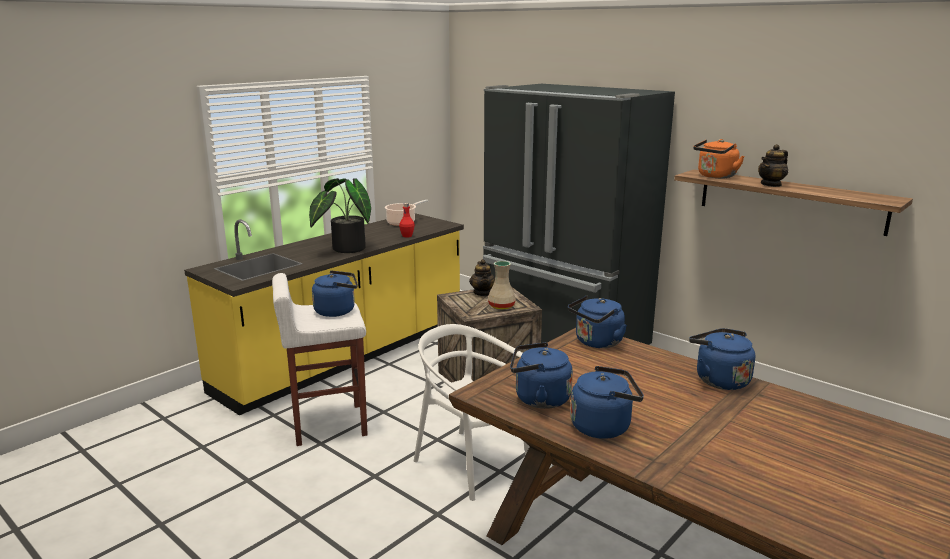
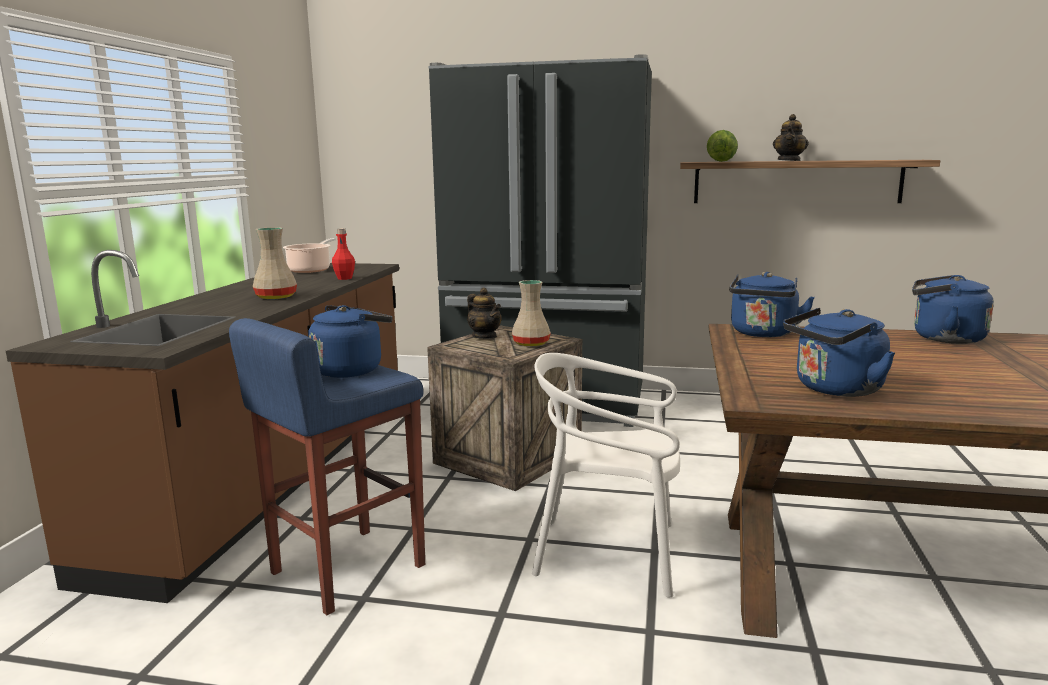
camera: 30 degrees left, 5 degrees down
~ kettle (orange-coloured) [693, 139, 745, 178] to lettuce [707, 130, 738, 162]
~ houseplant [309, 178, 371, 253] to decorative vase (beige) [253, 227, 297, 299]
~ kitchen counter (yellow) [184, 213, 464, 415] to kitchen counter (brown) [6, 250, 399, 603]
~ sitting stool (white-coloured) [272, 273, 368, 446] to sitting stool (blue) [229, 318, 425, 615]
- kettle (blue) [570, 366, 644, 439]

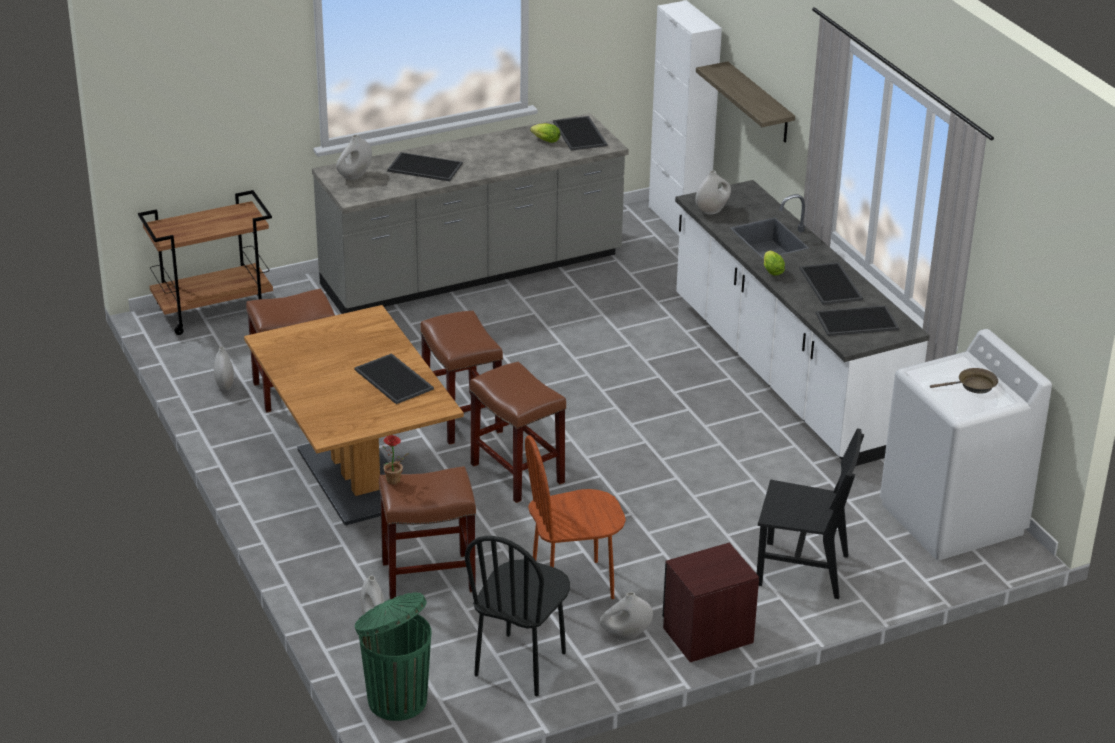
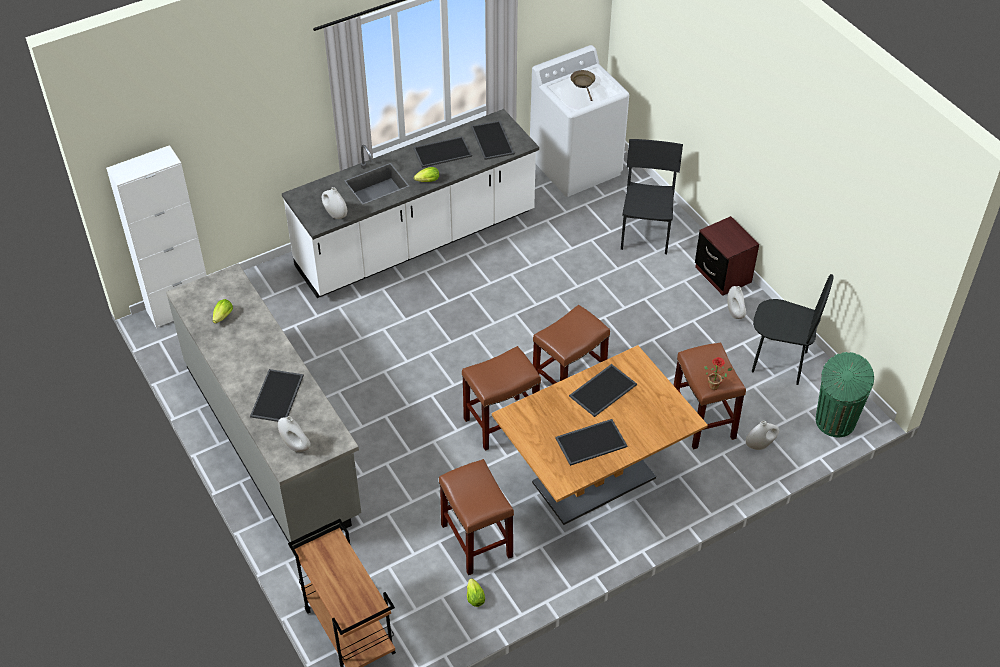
camera: 95 degrees left, 15 degrees up
- wall shelf [696, 61, 795, 143]
~ tray [553, 116, 607, 151] to [555, 419, 627, 466]
~ decorative vase (white-coloured) [214, 346, 234, 391] to lettuce [467, 578, 485, 607]
- plain chair (brown) [525, 435, 626, 599]

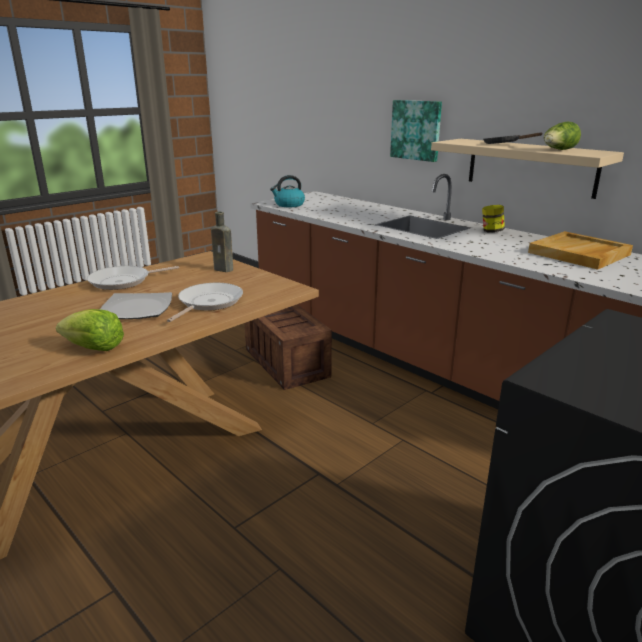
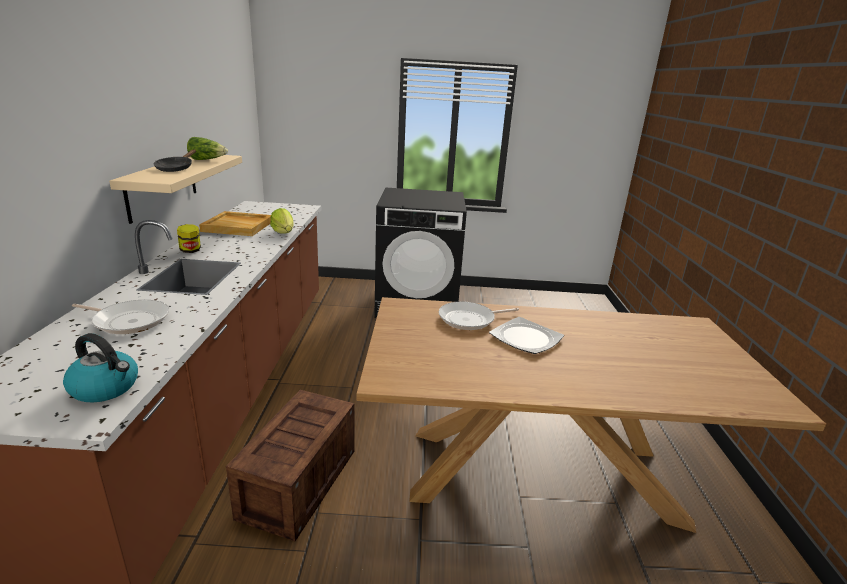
camera: 135 degrees left, 0 degrees up
- wall art [390, 100, 442, 162]
- bottle (brown) [211, 212, 233, 272]
~ frying pan [87, 266, 179, 290] to [72, 300, 169, 334]
~ lettuce [56, 309, 124, 351] to [270, 208, 294, 234]

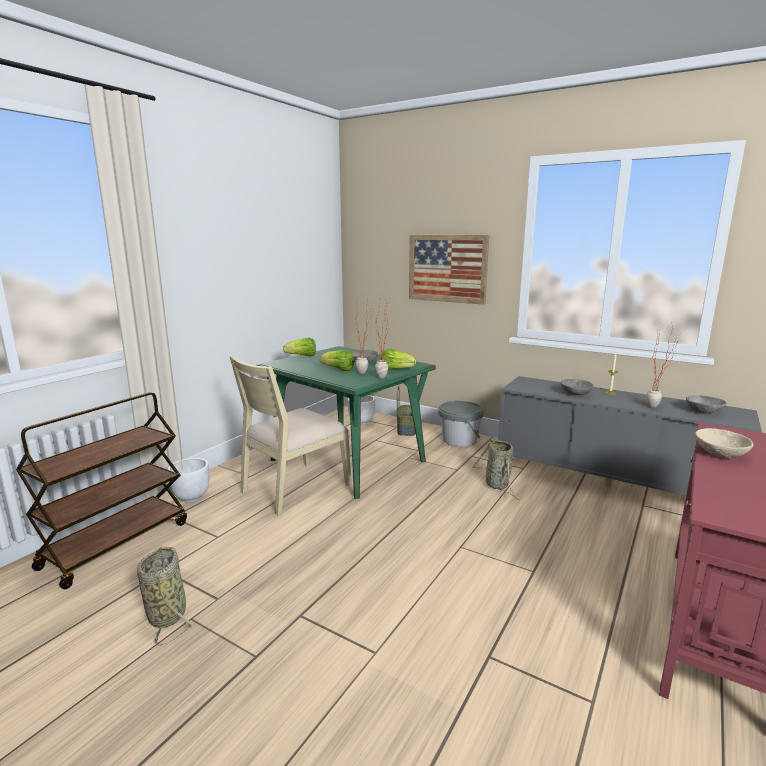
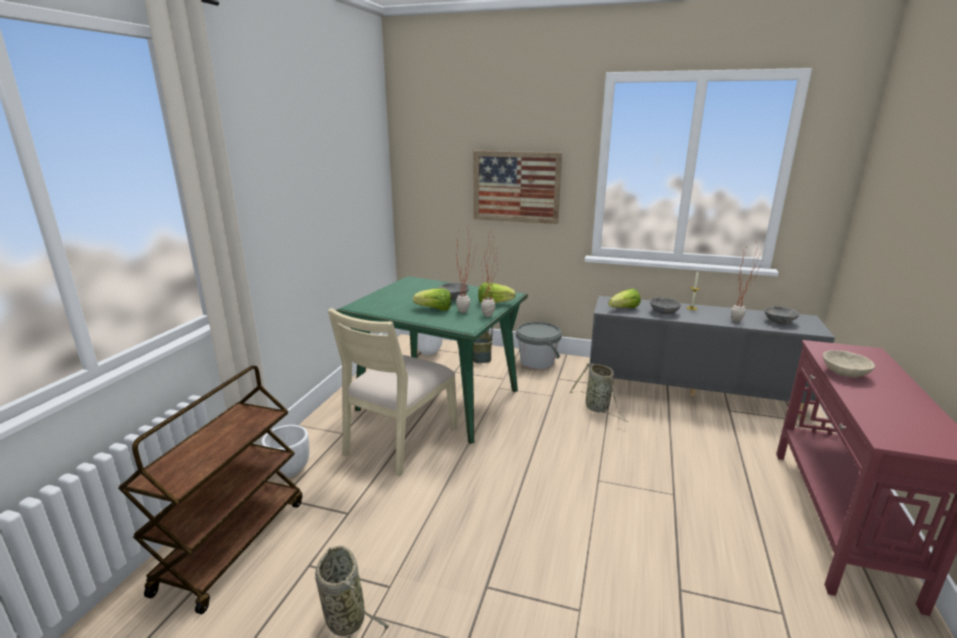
camera: 15 degrees left, 5 degrees up
~ lettuce [283, 338, 316, 356] to [608, 289, 641, 308]

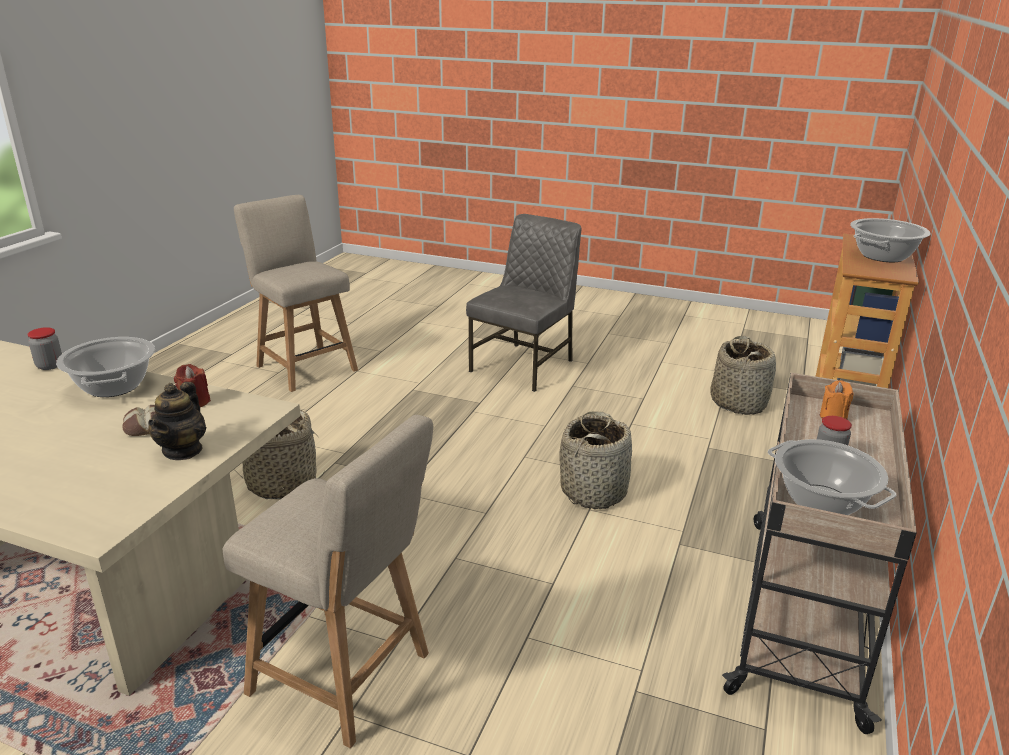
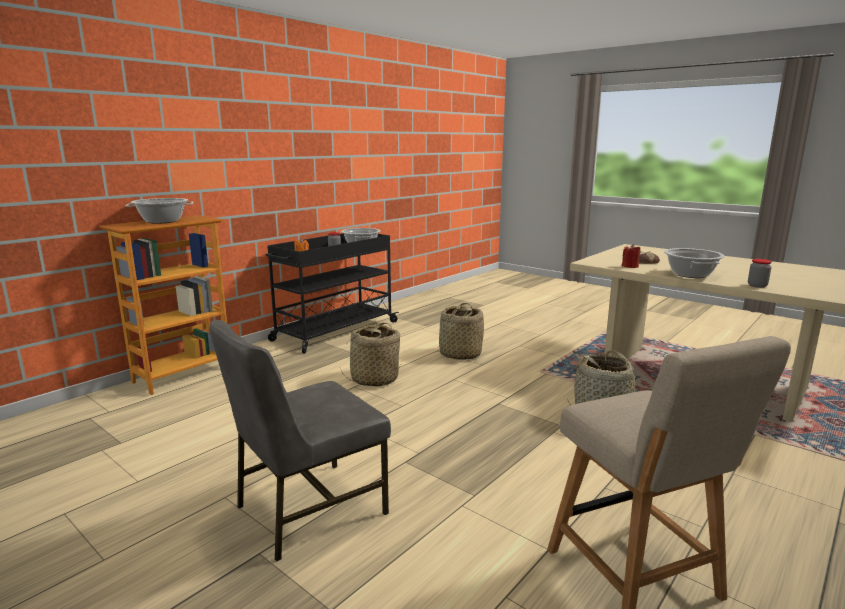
camera: 160 degrees left, 10 degrees down
~ storage basket [710, 336, 776, 415] to [439, 303, 484, 360]
~ trolley (beige) [722, 373, 917, 734] to trolley (black) [266, 233, 399, 353]
- teapot [148, 382, 206, 460]
- plain chair (beige) [223, 415, 433, 748]

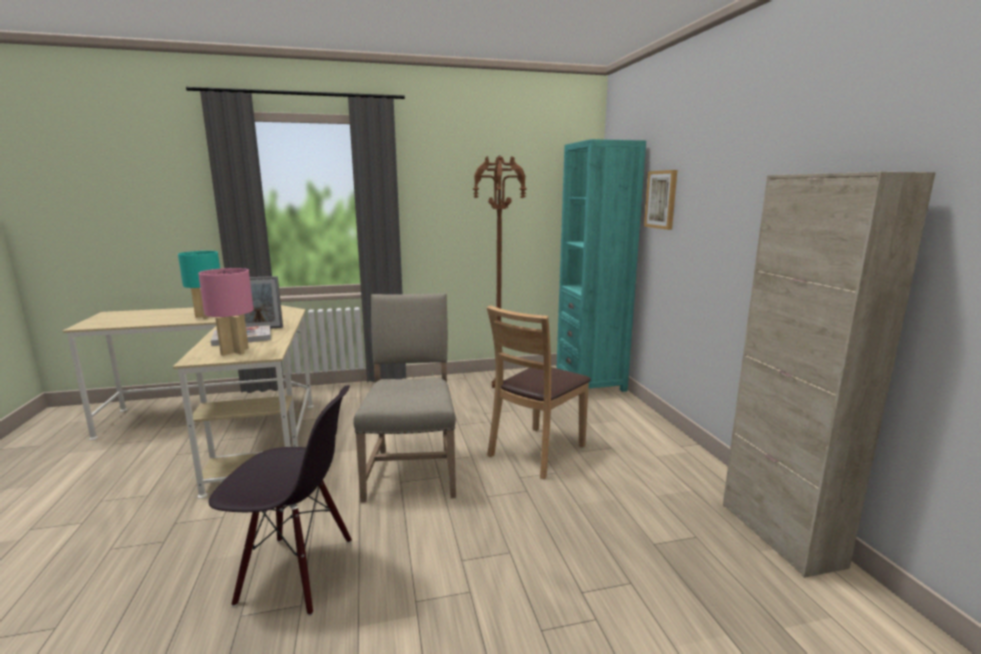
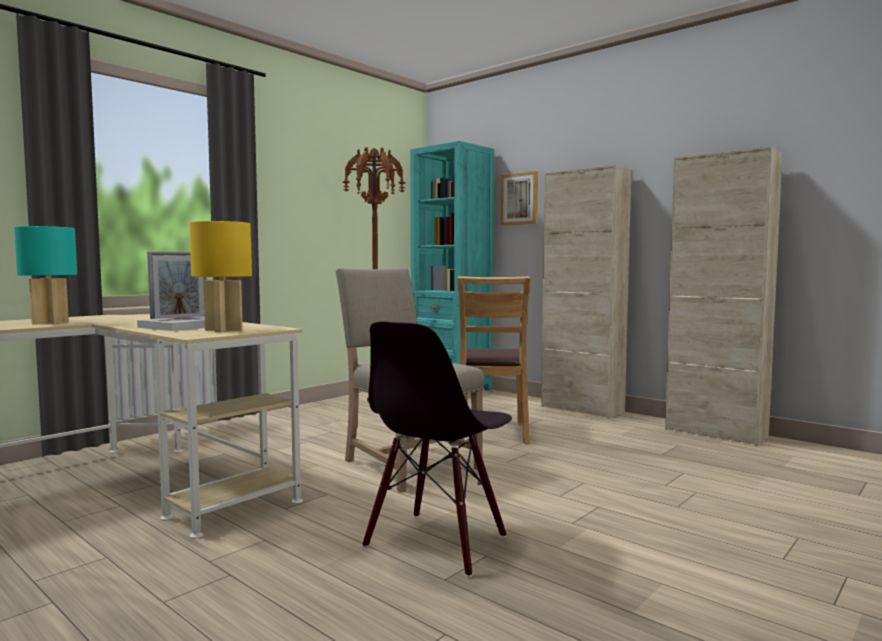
camera: 35 degrees left, 10 degrees down
~ tabletop lamp (pink-coloured) [198, 268, 254, 356] to tabletop lamp (yellow) [189, 221, 252, 332]
~ plain chair (black) [209, 385, 352, 616] = [362, 322, 512, 577] 150 degrees clockwise
+ cabinet (beige) [541, 165, 631, 419]

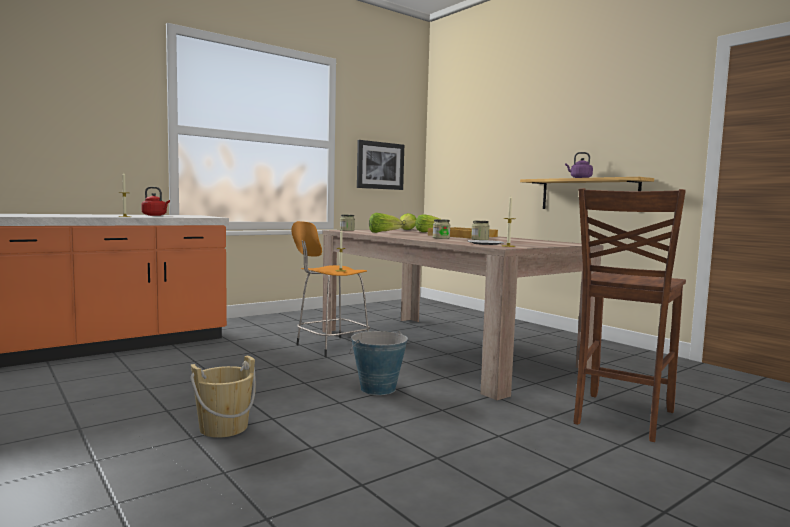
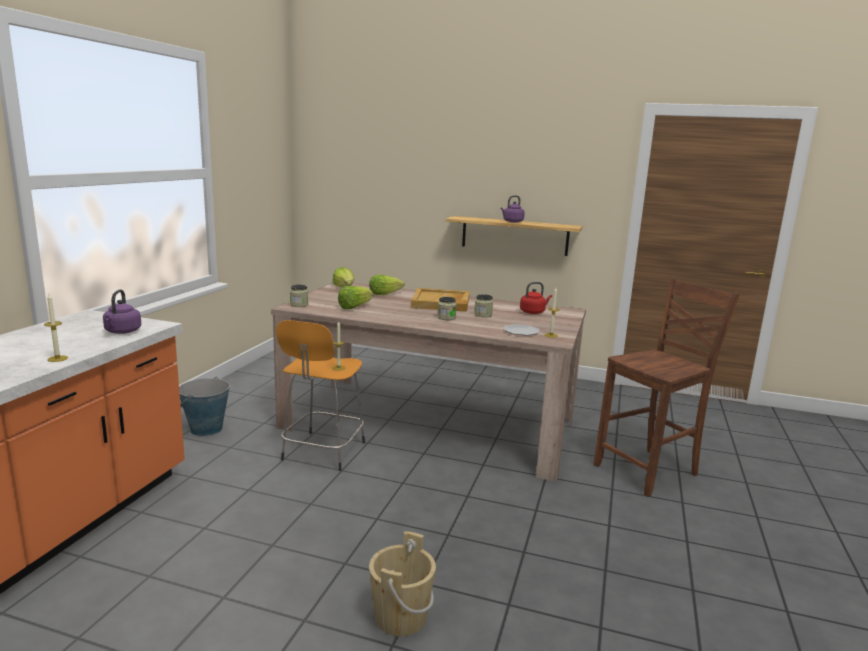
camera: 35 degrees left, 10 degrees up
- wall art [357, 140, 404, 190]
~ kettle (red) [141, 187, 170, 216] to [520, 282, 552, 314]
~ plain chair (brown) [574, 188, 686, 442] = [594, 278, 740, 497] 120 degrees counterclockwise
~ bucket [349, 331, 408, 395] to [179, 377, 230, 436]
+ kettle (purple-coloured) [103, 289, 141, 334]

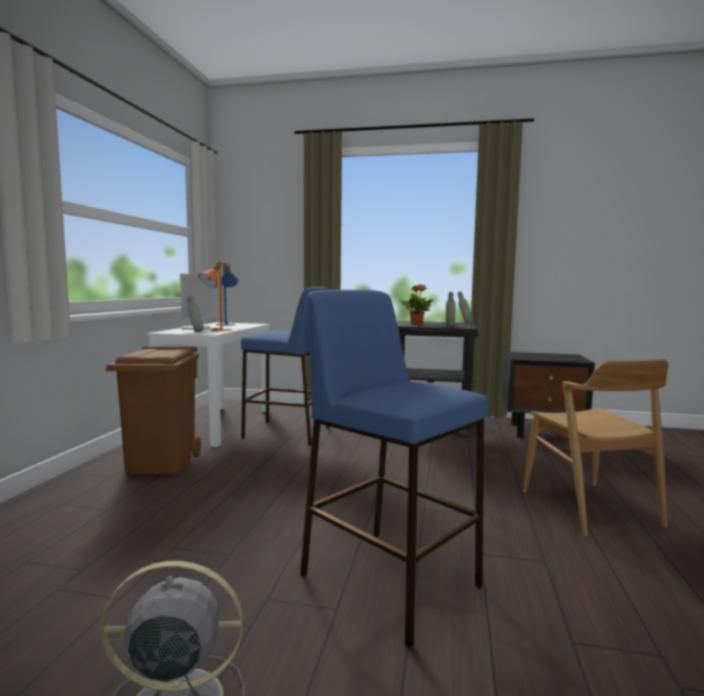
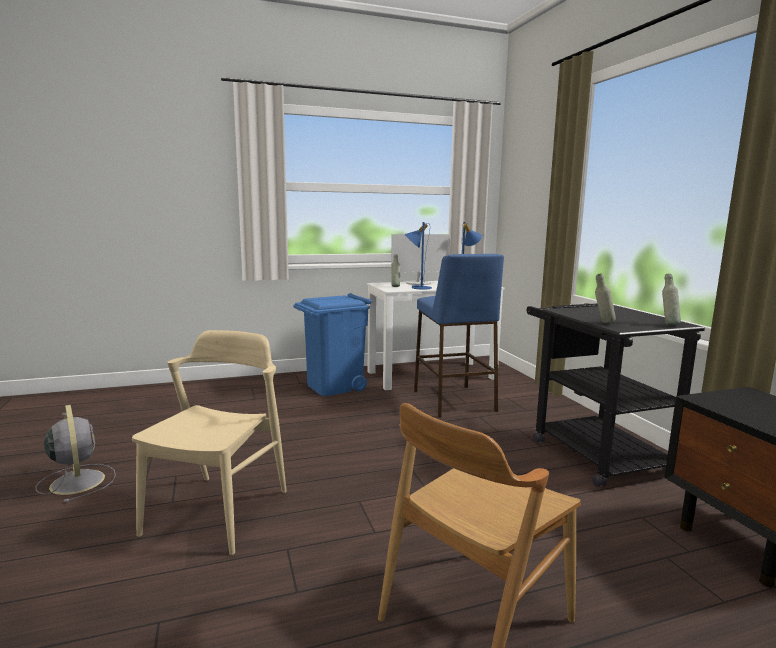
camera: 60 degrees right, 5 degrees up
~ tabletop lamp (orange-coloured) [198, 260, 232, 331] to tabletop lamp (blue) [404, 222, 432, 289]
- houseplant [400, 284, 433, 325]
~ sitting stool (blue) [300, 290, 488, 648] to plain chair (beige) [132, 330, 287, 555]
~ waste bin (brown) [106, 346, 201, 474] to waste bin (blue) [293, 293, 372, 396]

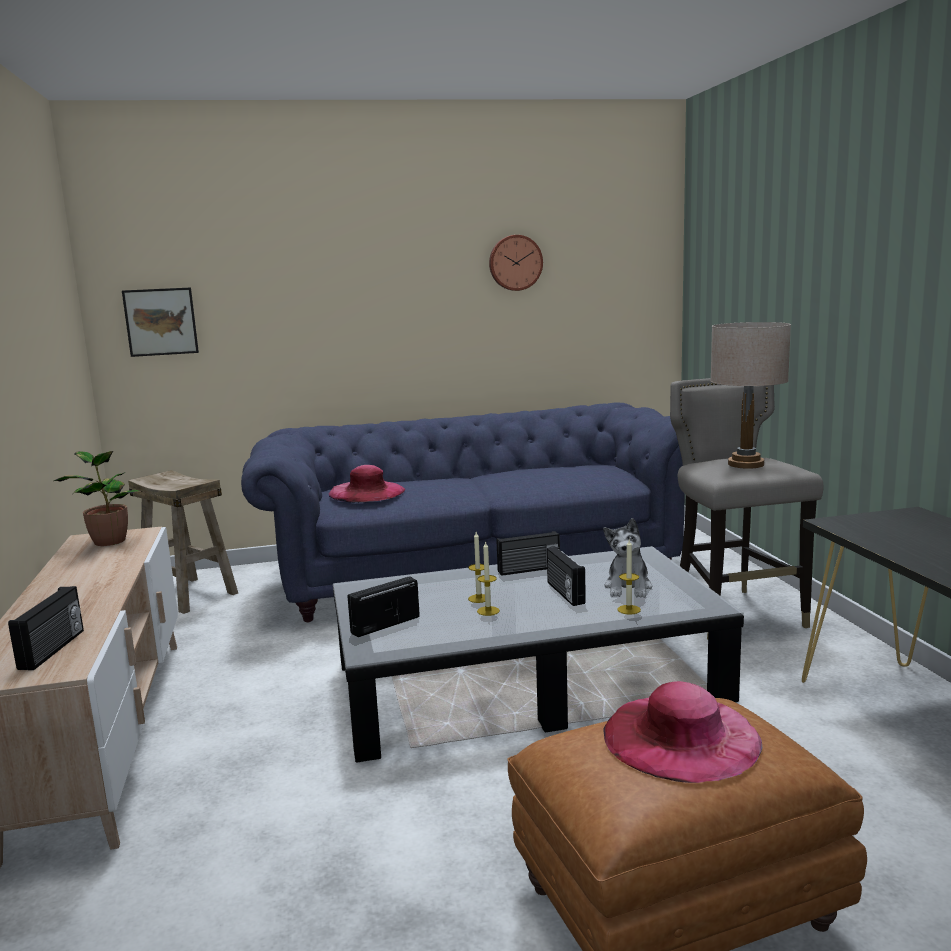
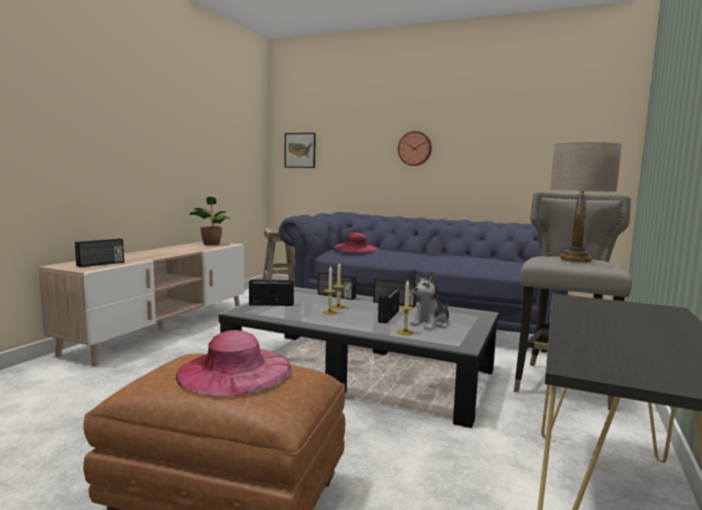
camera: 35 degrees right, 5 degrees down
~ clock on the wall [489, 235, 543, 291] to [398, 131, 432, 166]
+ radio receiver [318, 271, 357, 300]

